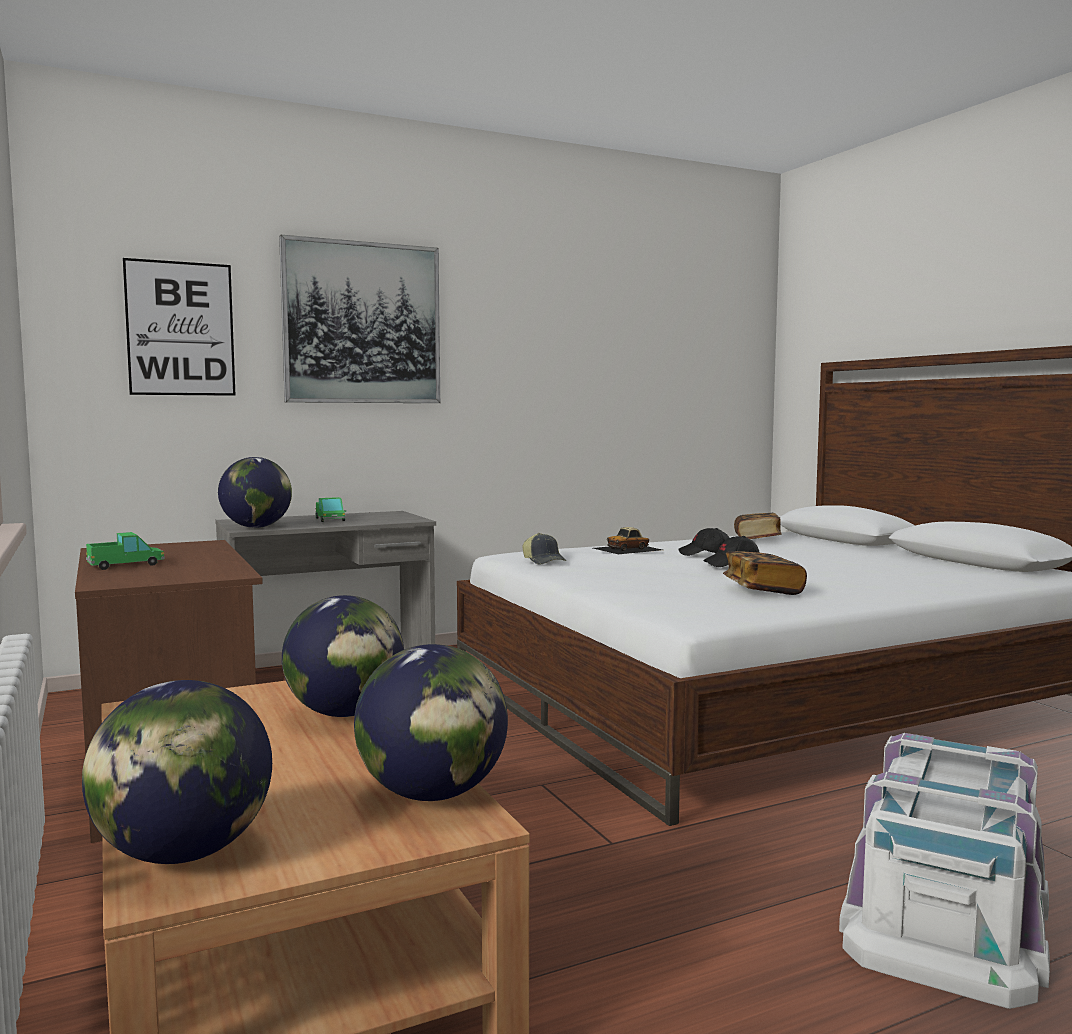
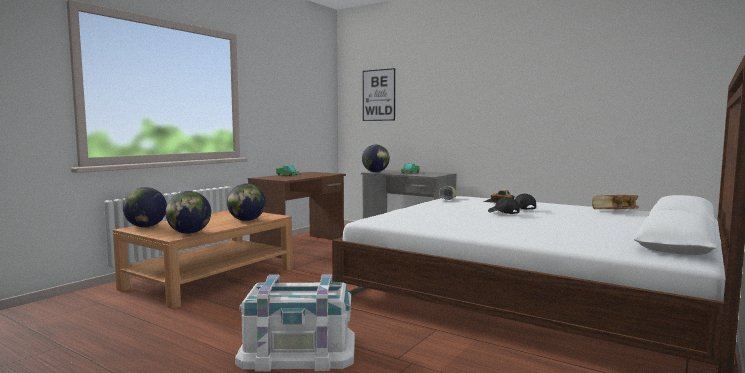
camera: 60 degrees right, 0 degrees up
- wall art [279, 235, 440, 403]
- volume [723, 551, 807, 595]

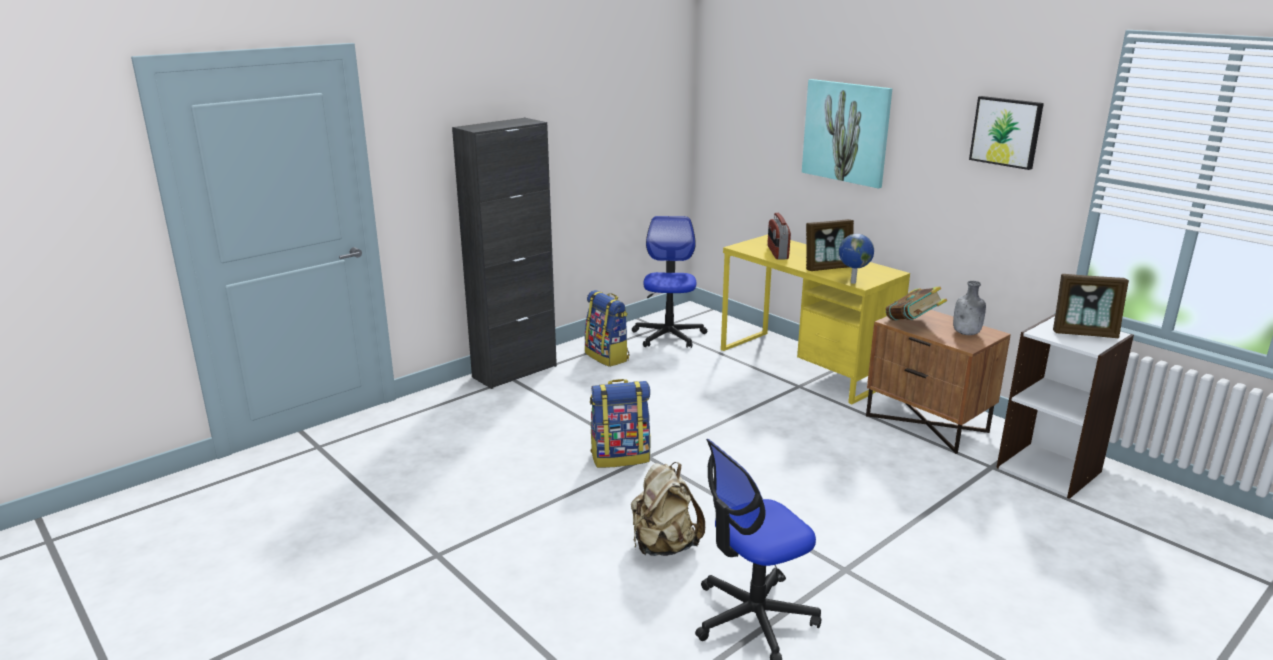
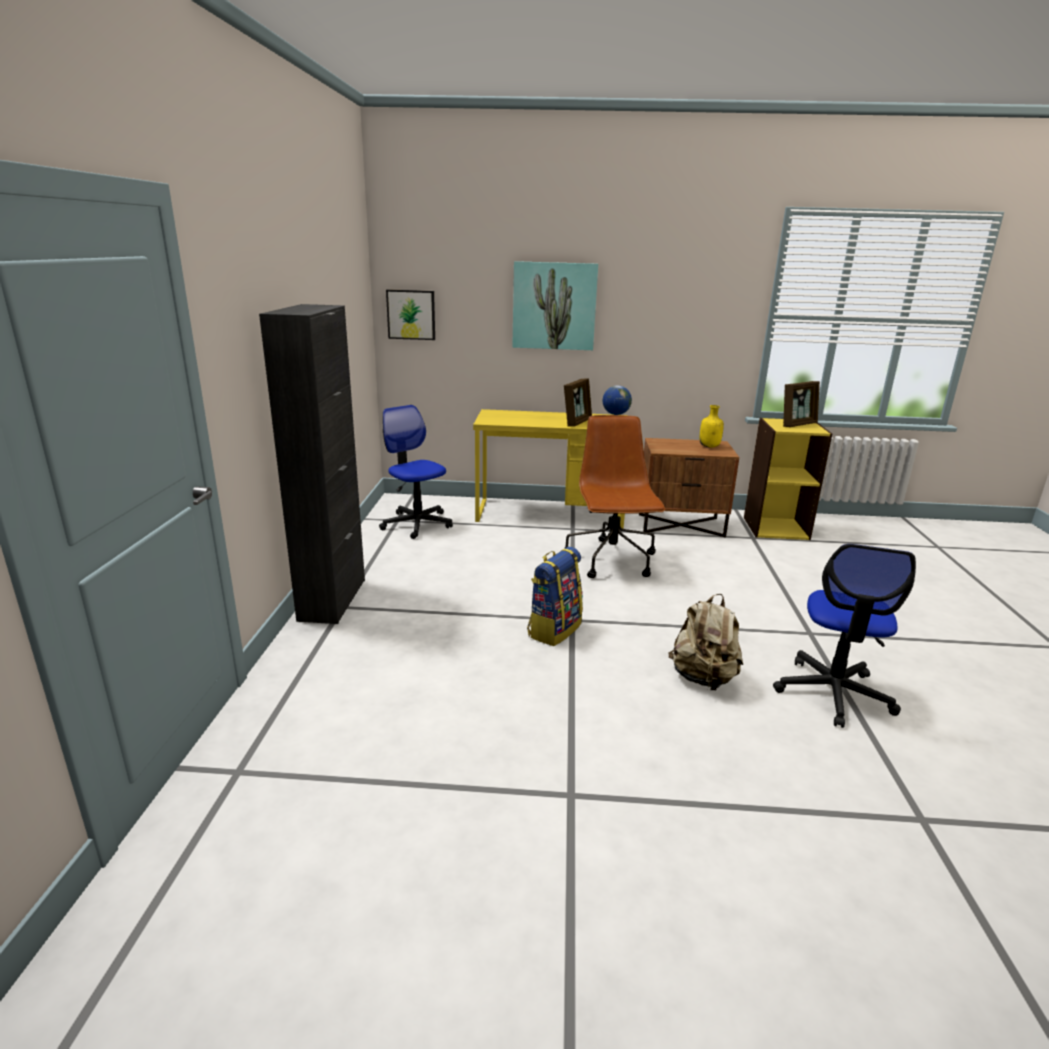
camera: 45 degrees left, 0 degrees up
~ wall art [969, 96, 1044, 170] to [386, 289, 435, 340]
- radio receiver [767, 213, 791, 259]
~ bottle (greyish) [953, 281, 986, 335] to bottle (yellow) [699, 405, 724, 448]
- volume [886, 286, 947, 320]
- backpack [585, 290, 629, 367]
~ bookcase (white-coloured) [996, 313, 1134, 499] to bookcase (yellow) [744, 418, 832, 540]
+ computer chair (brown) [564, 415, 665, 578]

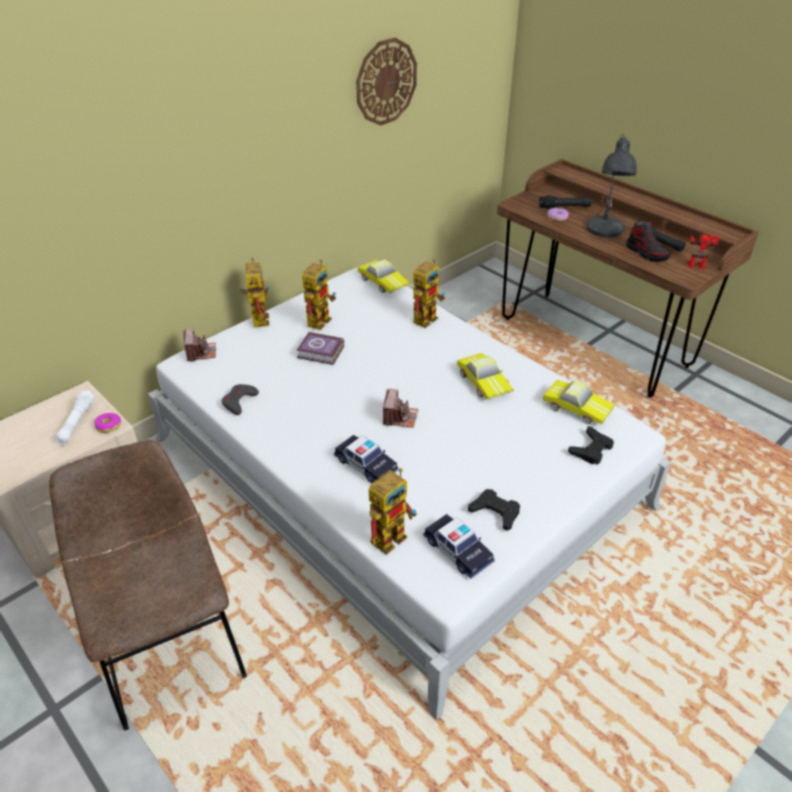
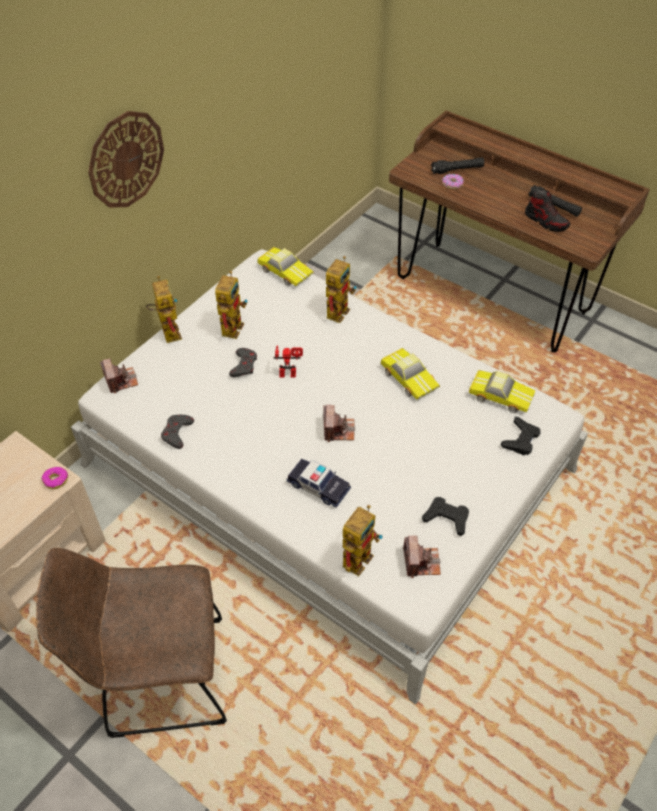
camera: 10 degrees left, 10 degrees up
~ clock on the wall [356, 38, 417, 126] to [88, 111, 164, 208]
- tabletop lamp (greyish) [586, 134, 637, 238]
~ model robot [687, 234, 719, 269] to [273, 345, 303, 377]
~ volume [296, 332, 344, 365] to gamepad (greyish) [229, 348, 257, 377]
- hand torch (white-coloured) [55, 390, 95, 444]
~ plain chair (brown) [49, 439, 247, 731] = [36, 548, 227, 738] 60 degrees counterclockwise
~ toy car [423, 514, 495, 579] to photo camera [403, 536, 441, 578]

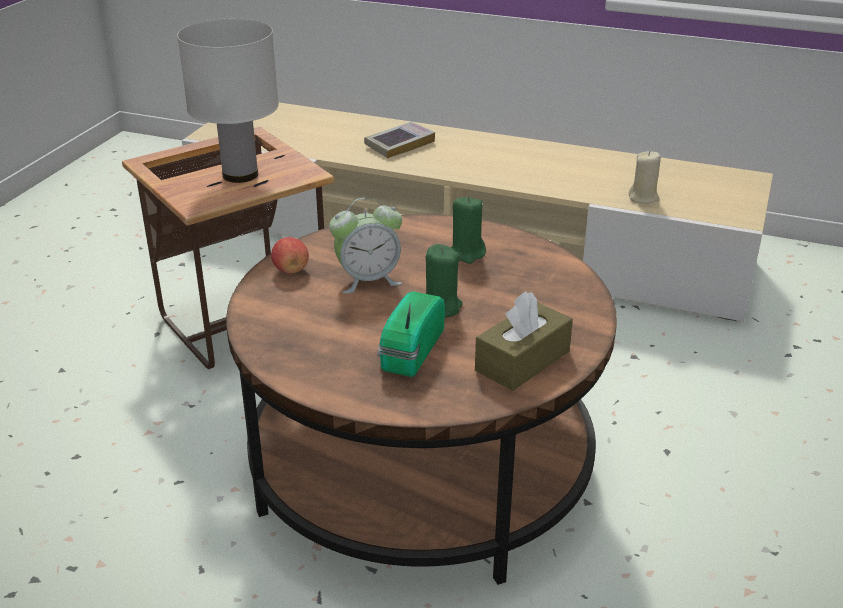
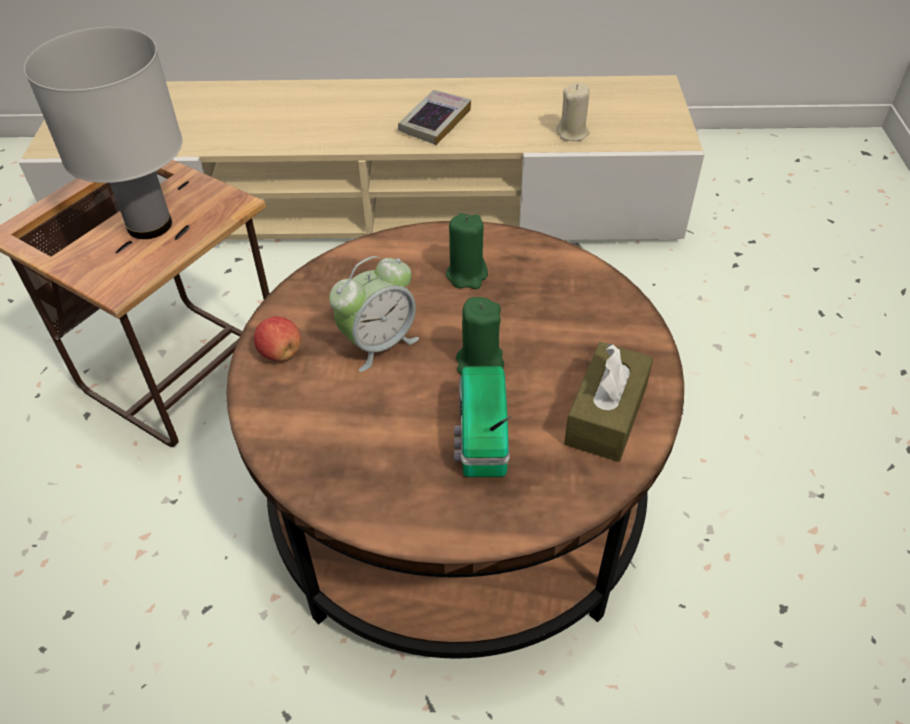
camera: 20 degrees left, 15 degrees up
~ volume [364, 122, 435, 158] to [398, 90, 471, 145]

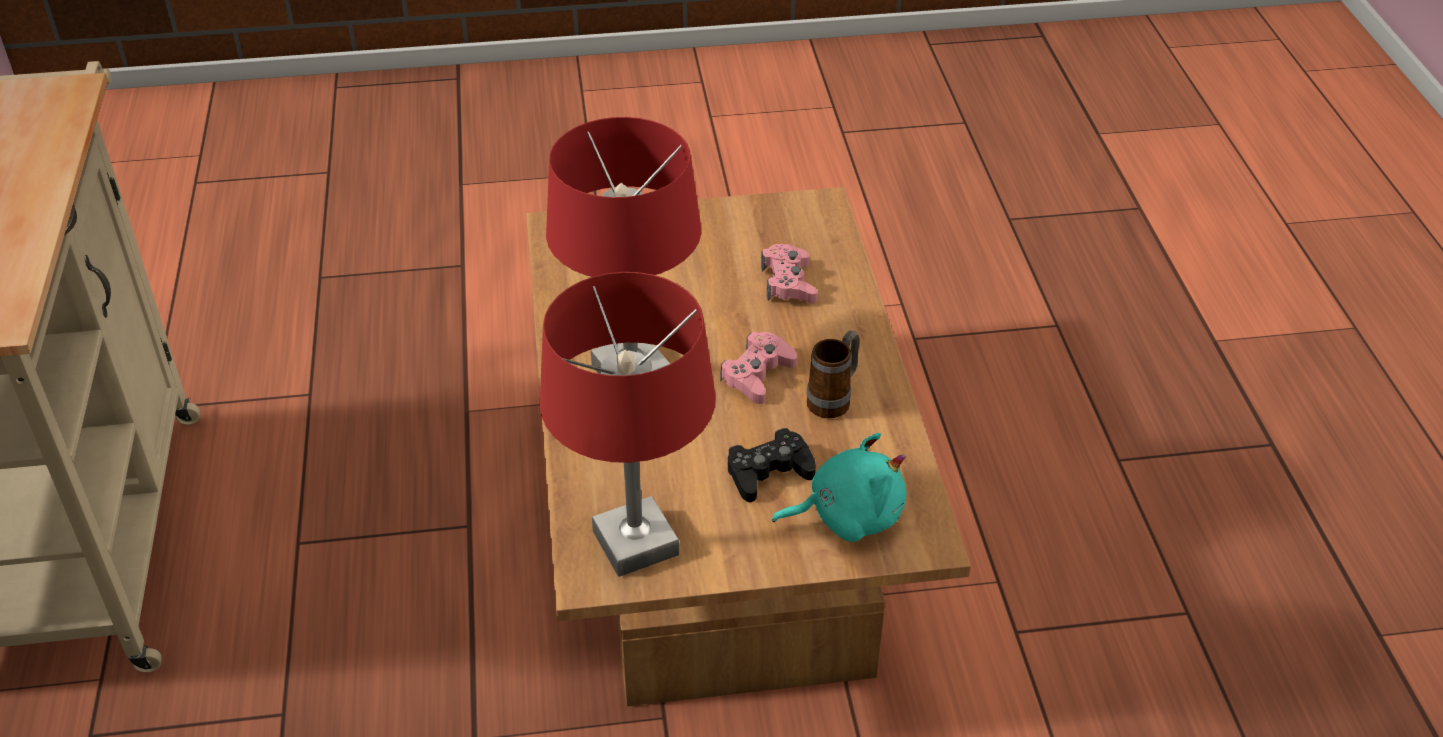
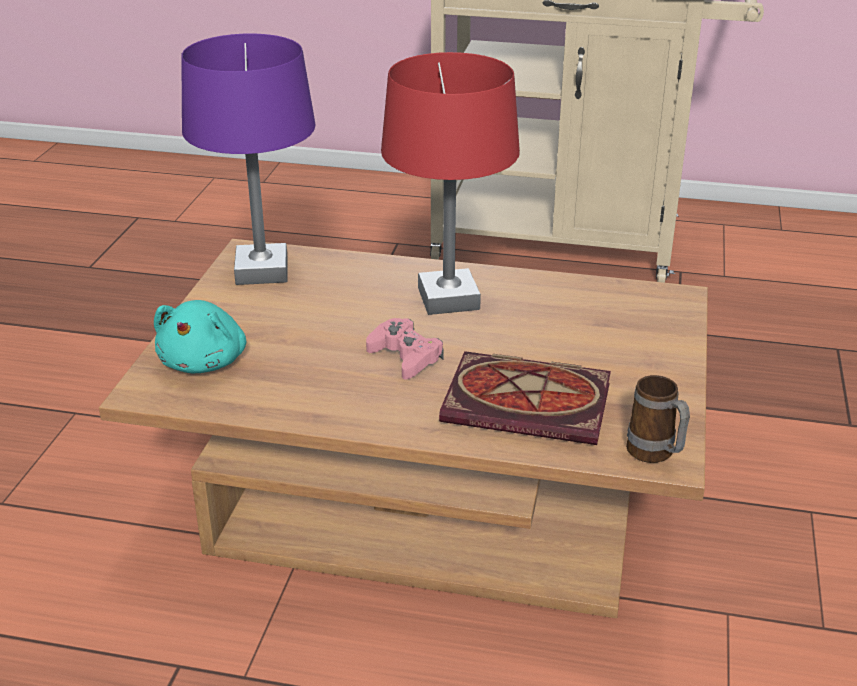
camera: 110 degrees right, 10 degrees down
~ gamepad (pink-coloured) [761, 244, 818, 303] to volume [439, 351, 611, 445]
~ tabletop lamp (red) [540, 272, 716, 577] to tabletop lamp (purple-coloured) [181, 34, 316, 285]
~ coffee mug [807, 331, 860, 418] to [626, 375, 690, 463]
- gamepad (black) [728, 428, 816, 503]

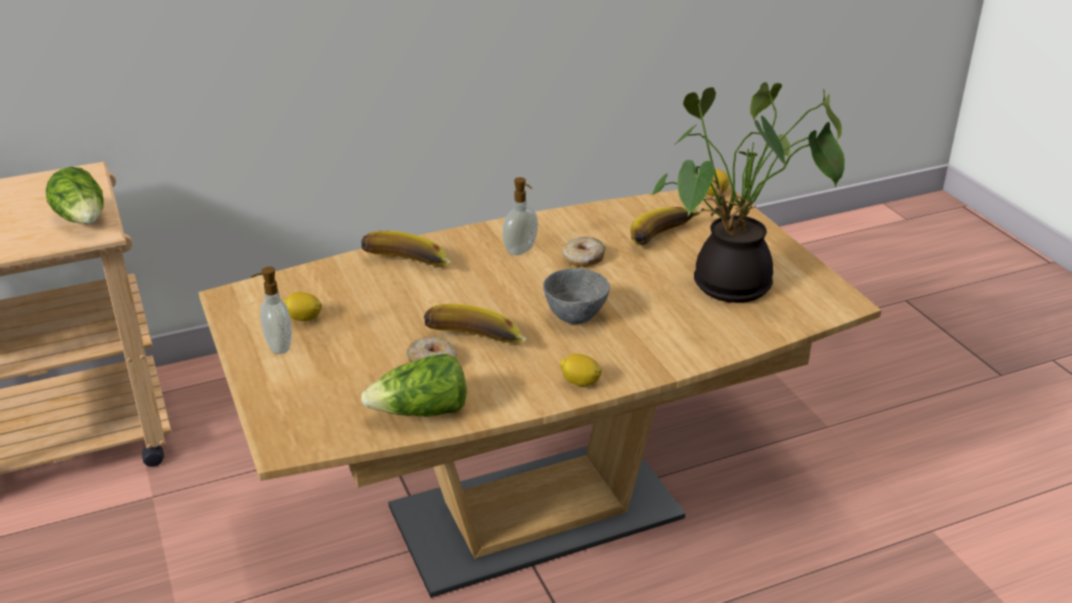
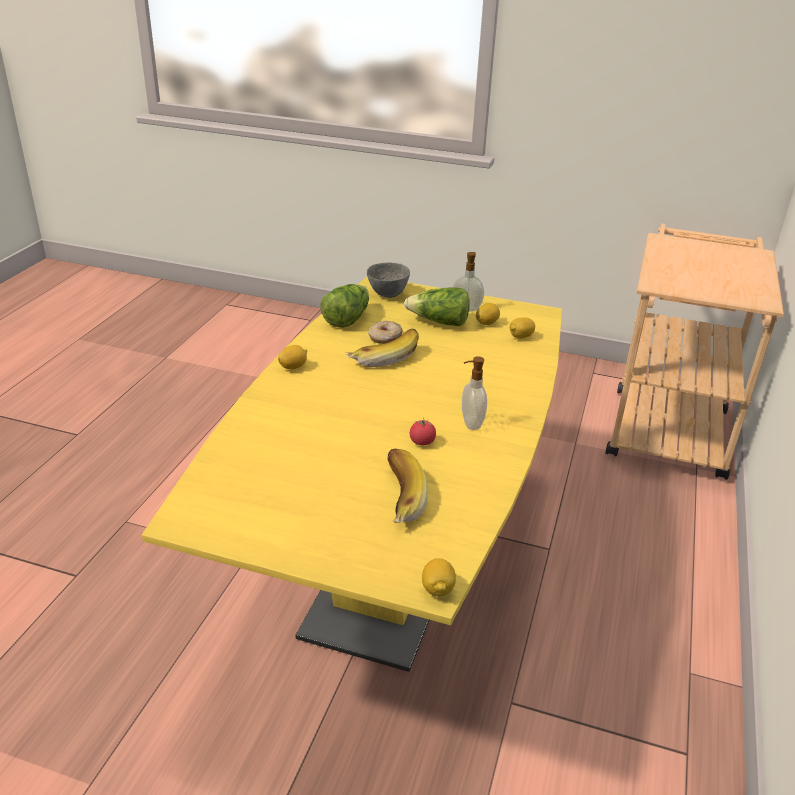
camera: 130 degrees right, 0 degrees up
- houseplant [652, 82, 845, 303]
~ lettuce [46, 167, 104, 224] to [404, 287, 470, 326]
~ dinner table (brown) [199, 186, 882, 598] to dinner table (yellow) [142, 277, 562, 672]
- banana fruit [361, 231, 452, 266]
~ donut [563, 237, 605, 267] to tomato [410, 417, 436, 445]
~ deep dish (greyish) [543, 268, 610, 324] to [367, 262, 410, 298]
+ lemon [510, 317, 535, 339]

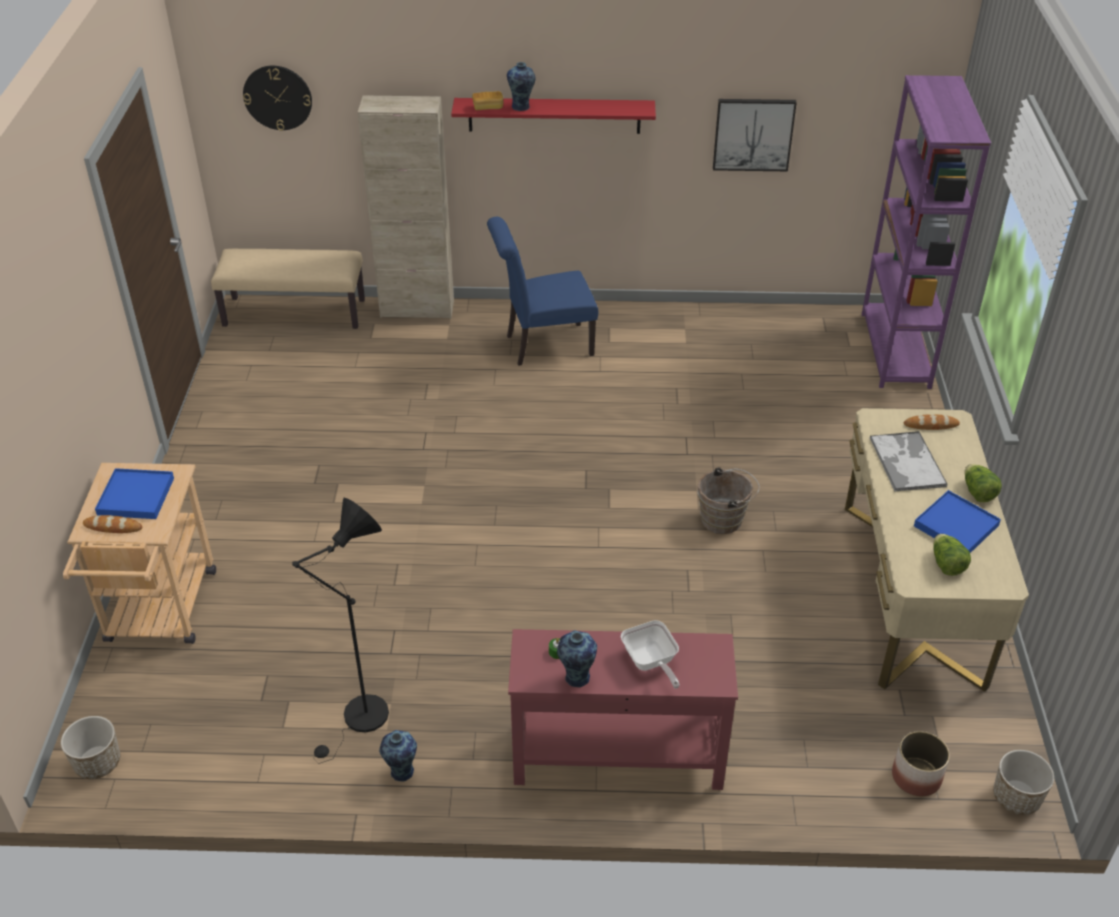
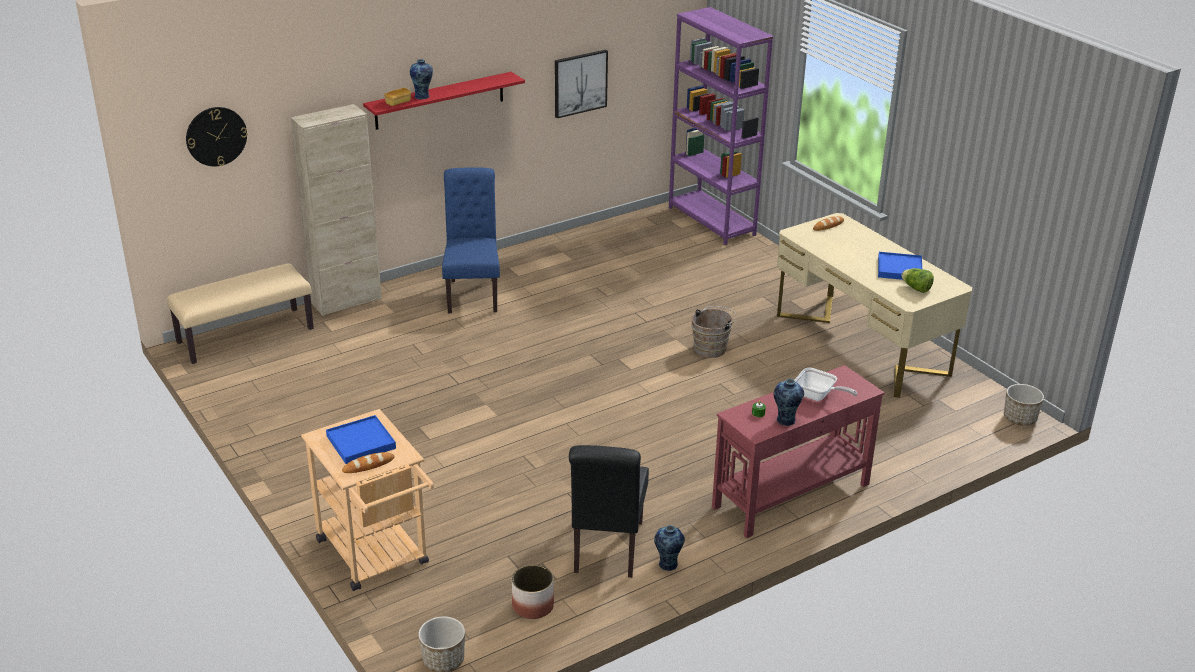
camera: 35 degrees left, 10 degrees down
~ plain chair (blue) [487, 217, 598, 366] = [442, 167, 500, 313] 135 degrees clockwise
- tray [869, 431, 948, 491]
- lettuce [965, 464, 1002, 502]
~ standing lamp (black) [292, 498, 389, 763] to plain chair (black) [569, 445, 649, 578]
~ flower pot [892, 731, 950, 796] to [512, 565, 554, 619]

